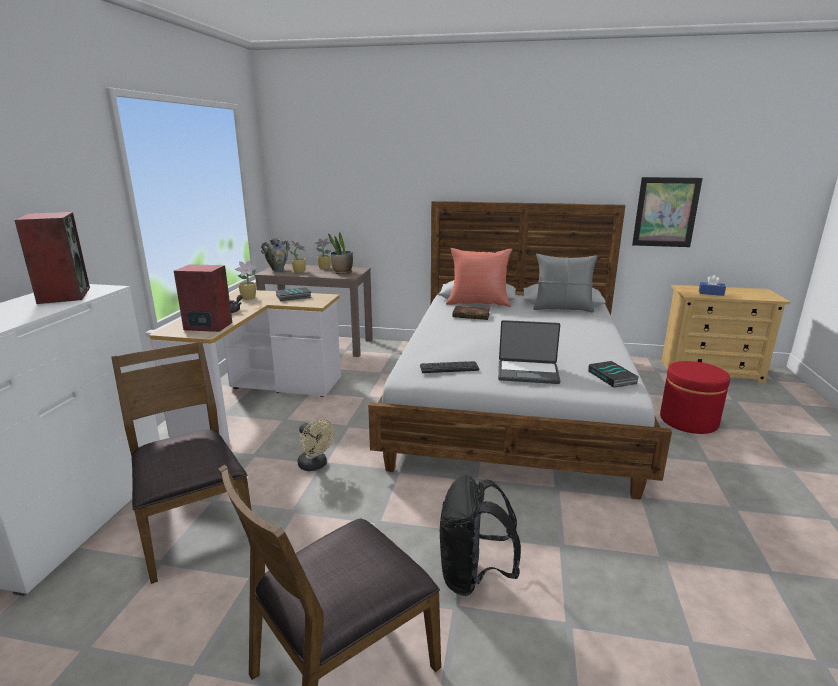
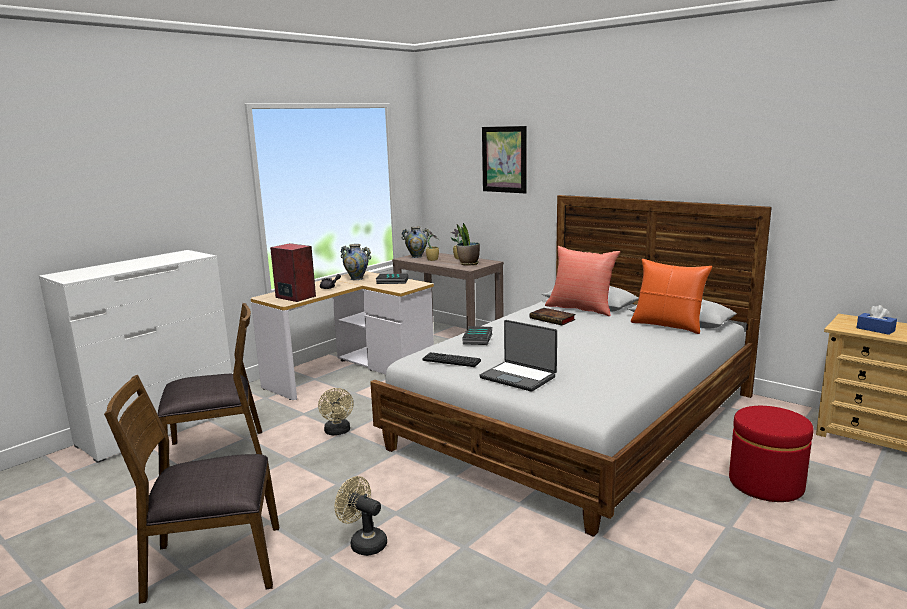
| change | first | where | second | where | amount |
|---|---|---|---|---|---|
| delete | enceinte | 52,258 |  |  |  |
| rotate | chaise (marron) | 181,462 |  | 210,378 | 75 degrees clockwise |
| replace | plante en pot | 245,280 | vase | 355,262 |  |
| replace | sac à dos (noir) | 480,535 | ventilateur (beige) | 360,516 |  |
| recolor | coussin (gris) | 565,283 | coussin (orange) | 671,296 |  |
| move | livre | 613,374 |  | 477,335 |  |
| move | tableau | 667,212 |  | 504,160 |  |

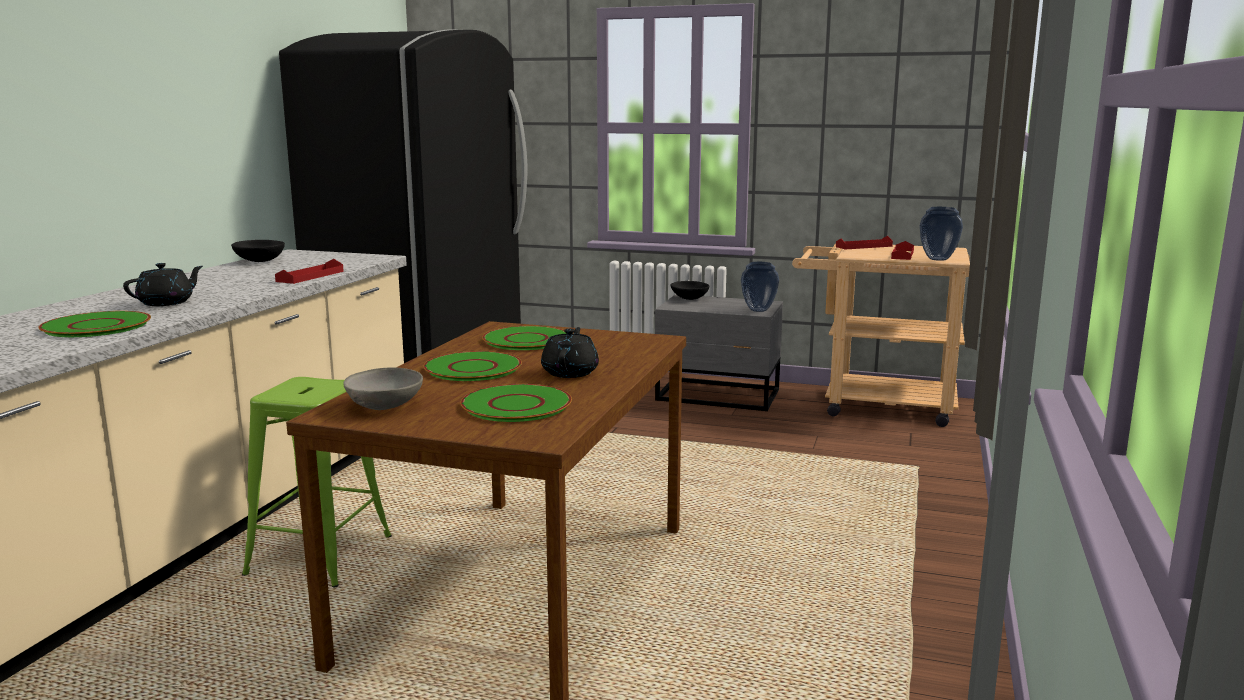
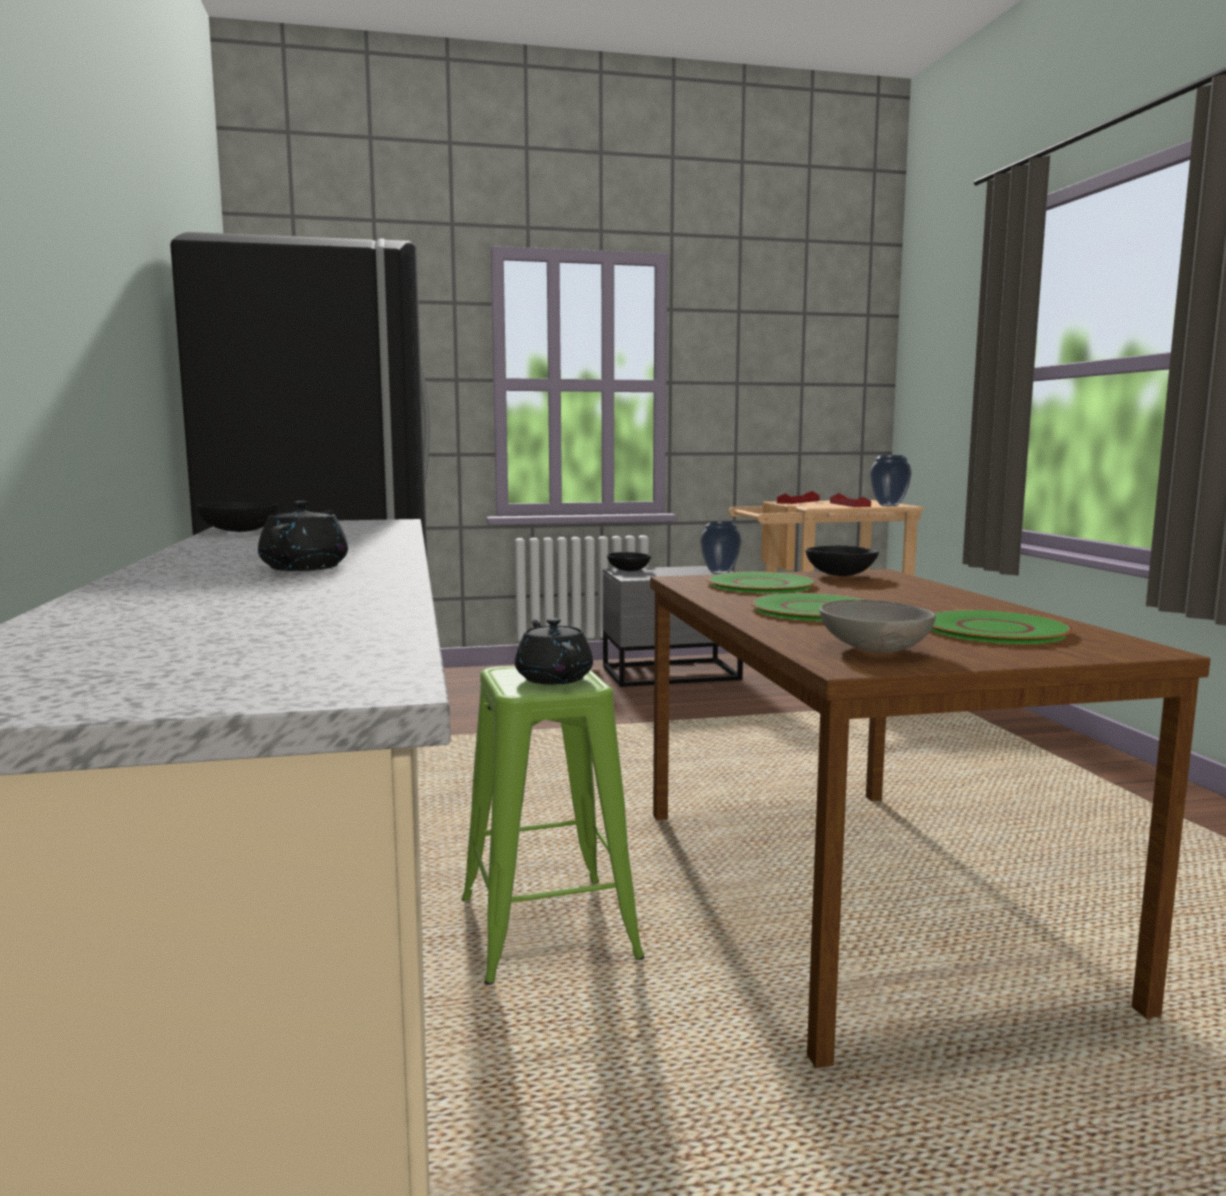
| change | first | where | second | where | amount |
|---|---|---|---|---|---|
| delete | assiette (vert) | 94,324 |  |  |  |
| delete | plateau (rouge) | 309,271 |  |  |  |
| move | théière (noir) | 570,352 |  | 554,651 |  |
| insert |  |  | bol (noir) | 842,560 |  |

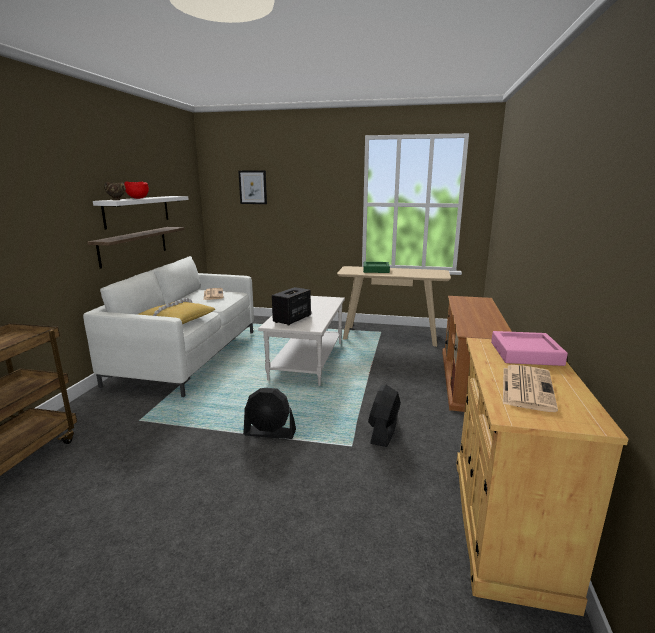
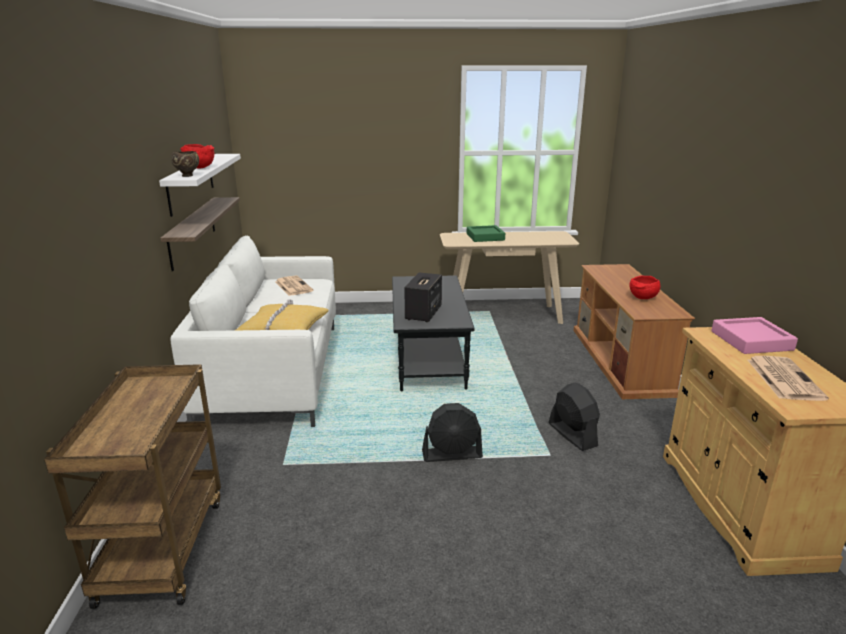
| change | first | where | second | where | amount |
|---|---|---|---|---|---|
| delete | tableau | 252,187 |  |  |  |
| recolor | table basse (blanc) | 301,341 | table basse (noir) | 433,333 |  |
| rotate | ventilateur (noir) | 384,415 |  | 574,417 | 150 degrees clockwise |
| insert |  |  | bol (rouge) | 644,287 |  |

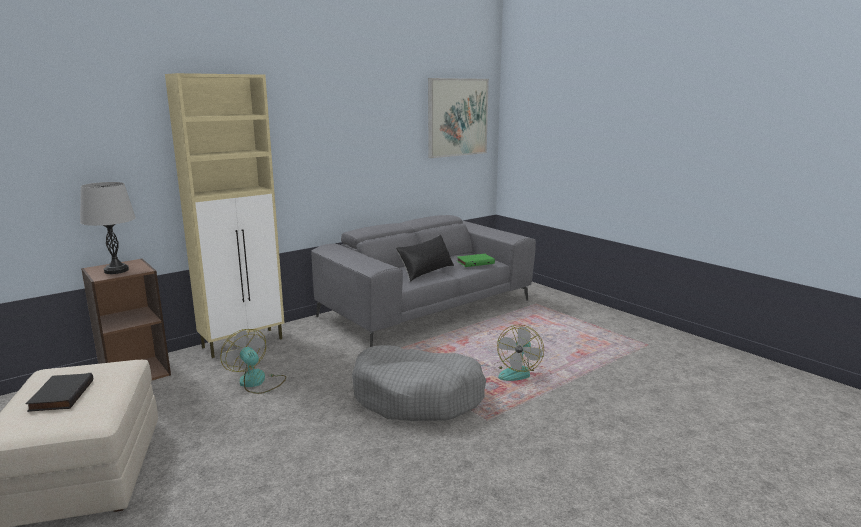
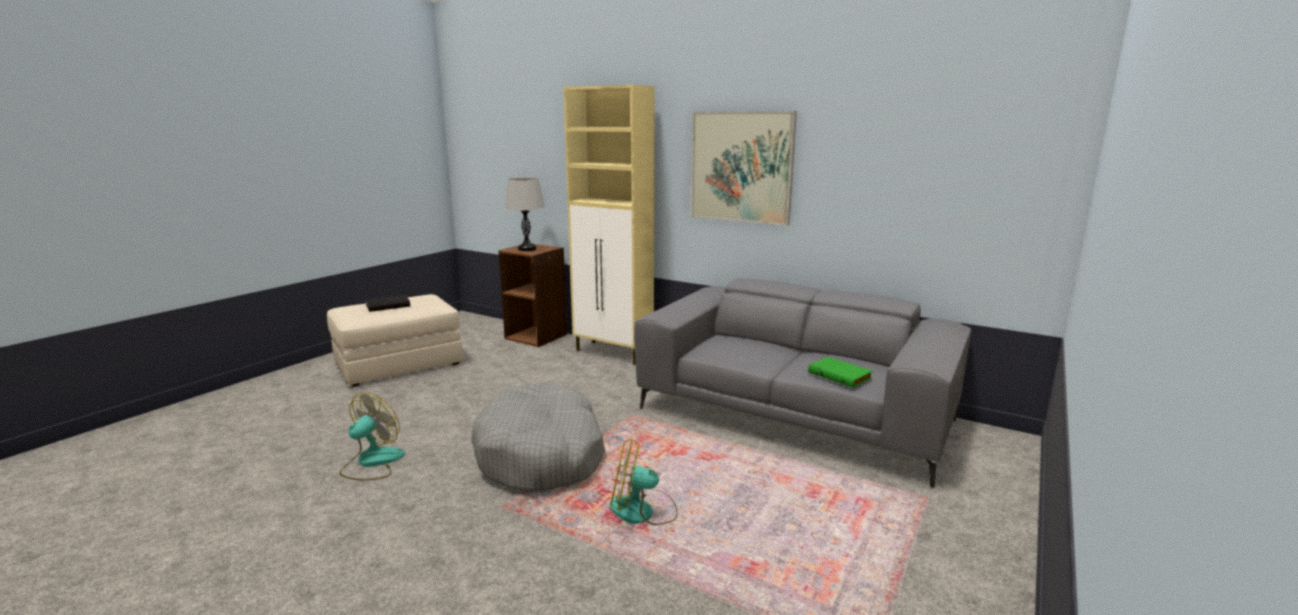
| change | first | where | second | where | amount |
|---|---|---|---|---|---|
| move | ventilateur | 253,361 |  | 372,437 |  |
| delete | coussin (noir) | 425,258 |  |  |  |
| move | tableau | 458,118 |  | 743,168 |  |

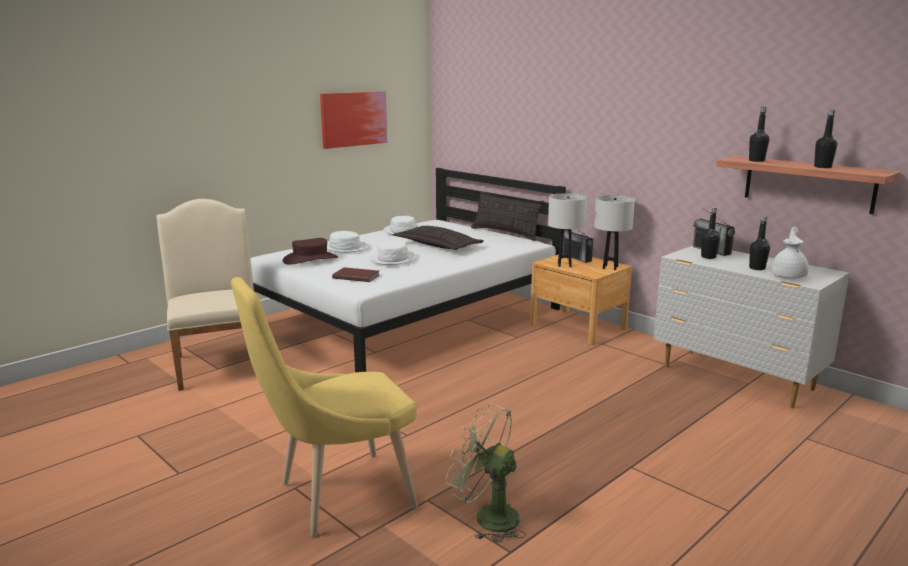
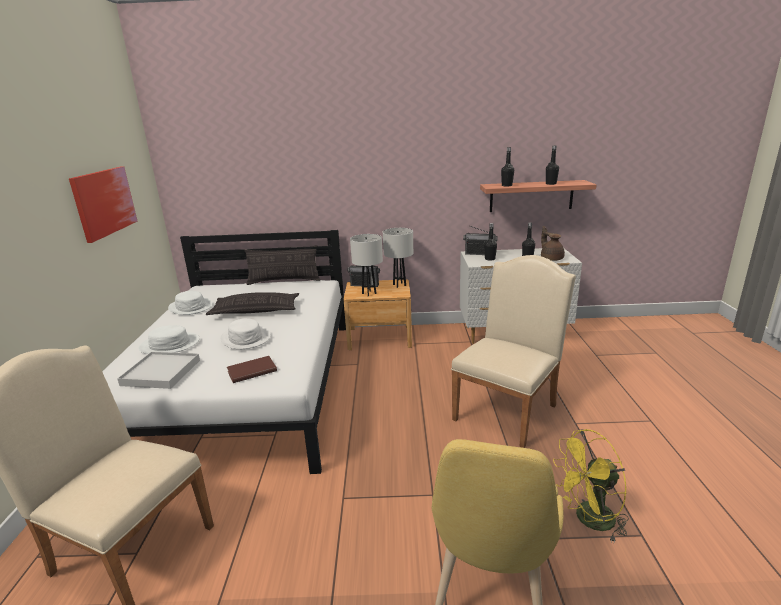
| change | first | where | second | where | amount |
|---|---|---|---|---|---|
| replace | chapeau (marron) | 310,251 | plateau (blanc) | 158,370 |  |
| recolor | ventilateur (vert) | 486,473 | ventilateur (jaune) | 591,485 |  |
| recolor | théière (blanc) | 790,253 | théière (marron) | 553,243 |  |
| insert |  |  | chaise (beige) | 513,351 |  |

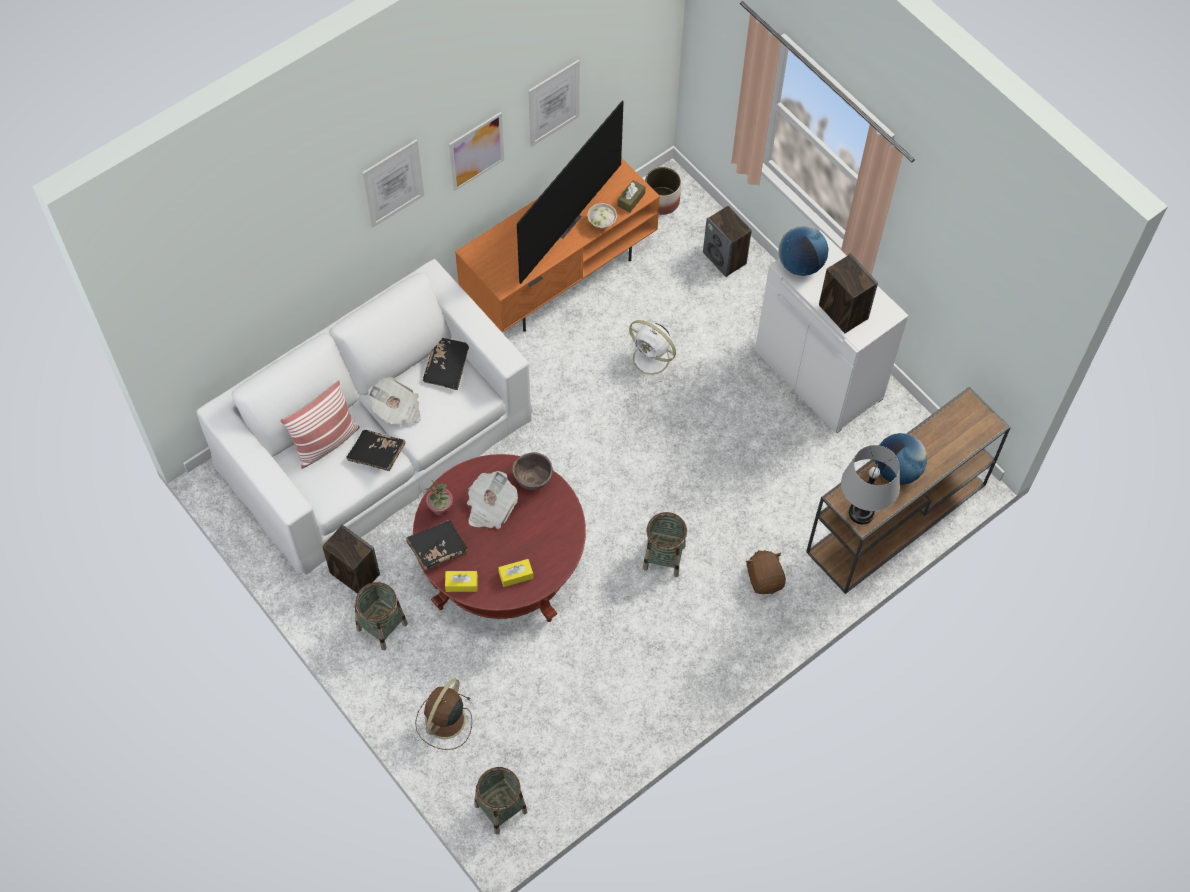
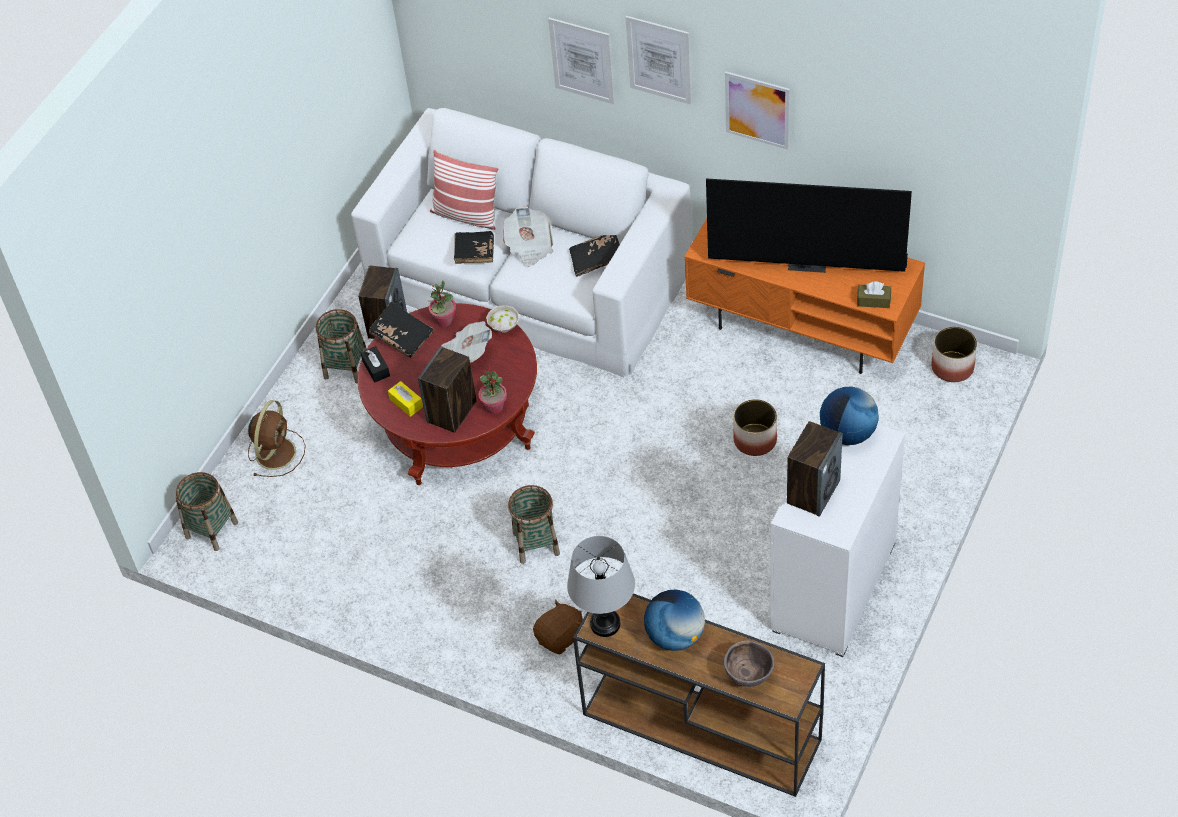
| change | first | where | second | where | amount |
|---|---|---|---|---|---|
| rotate | ventilateur (marron) | 443,714 |  | 277,438 | 105 degrees clockwise |
| recolor | boîte à mouchoirs (jaune) | 461,581 | boîte à mouchoirs (noir) | 375,364 |  |
| move | bol (marron) | 532,471 |  | 749,663 |  |
| move | tableau | 554,103 |  | 581,61 |  |
| move | bol (blanc) | 602,216 |  | 502,319 |  |
| replace | ventilateur (blanc) | 652,351 | cache-pot | 755,427 |  |
| move | enceinte | 727,241 |  | 447,389 |  |
| insert |  |  | plante en pot | 492,392 |  |

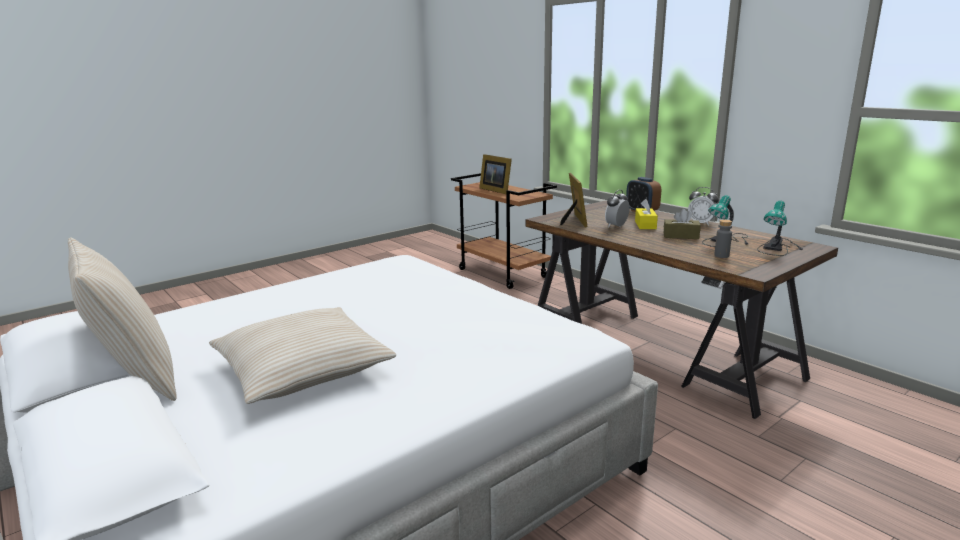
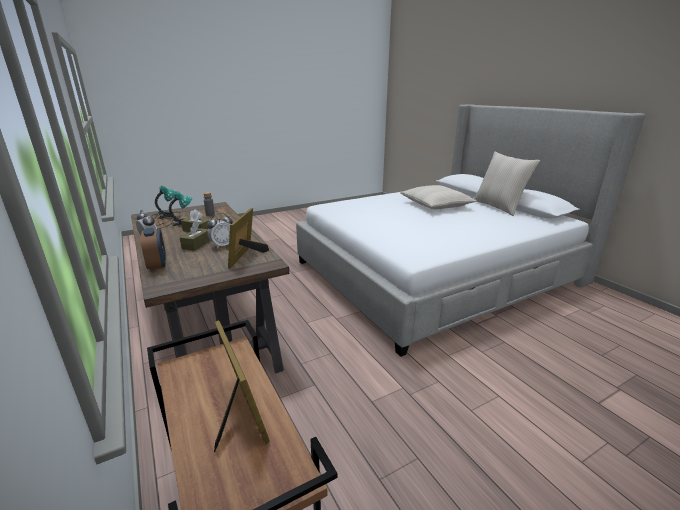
| change | first | where | second | where | amount |
|---|---|---|---|---|---|
| recolor | boîte à mouchoirs (jaune) | 646,214 | boîte à mouchoirs (marron) | 195,236 |  |

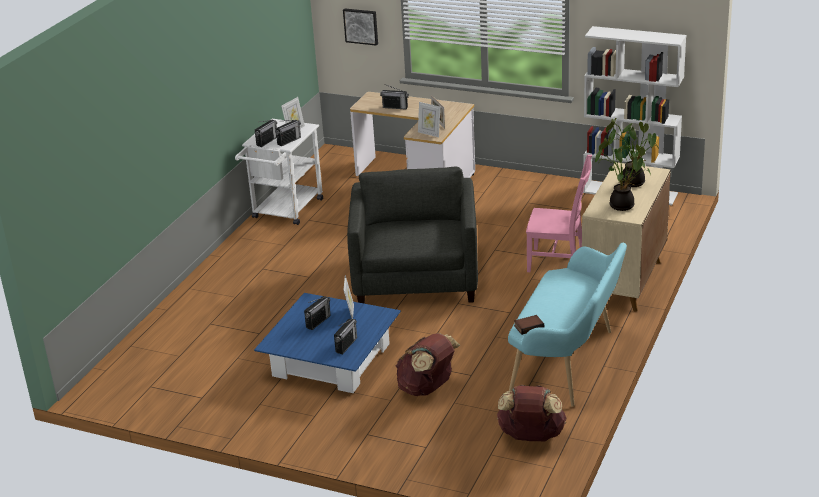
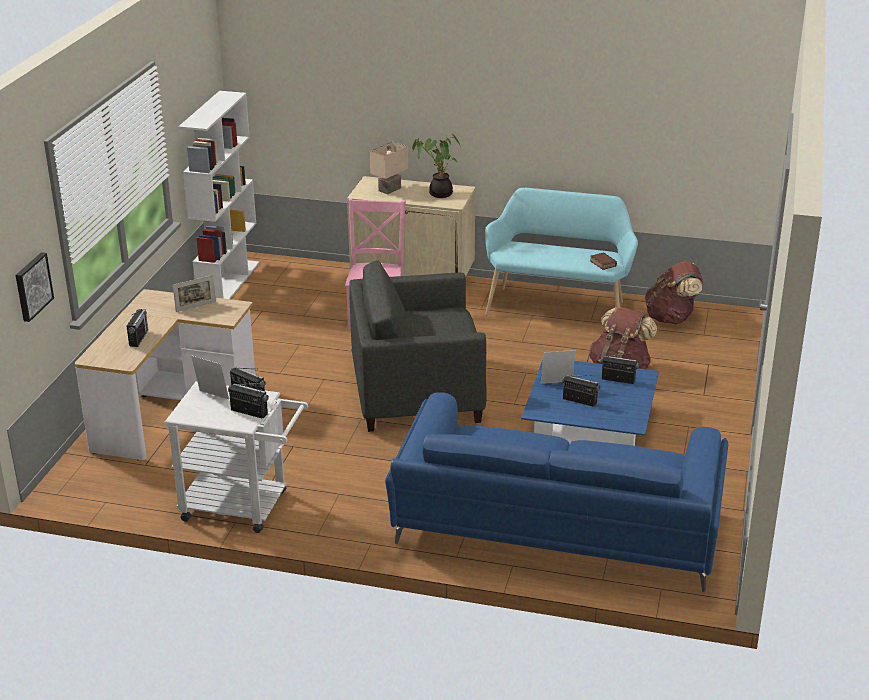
| change | first | where | second | where | amount |
|---|---|---|---|---|---|
| delete | cadre photo | 429,119 |  |  |  |
| replace | plante en pot | 632,152 | lampe de table (beige) | 389,167 |  |
| insert |  |  | canapé (bleu) | 556,492 |  |

